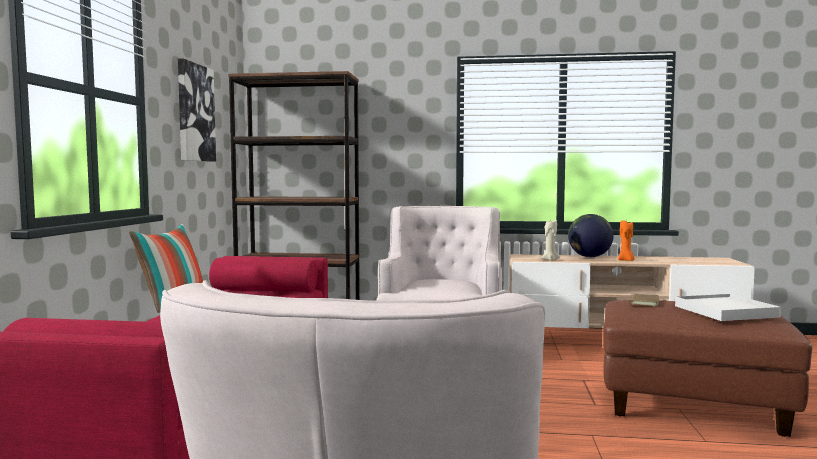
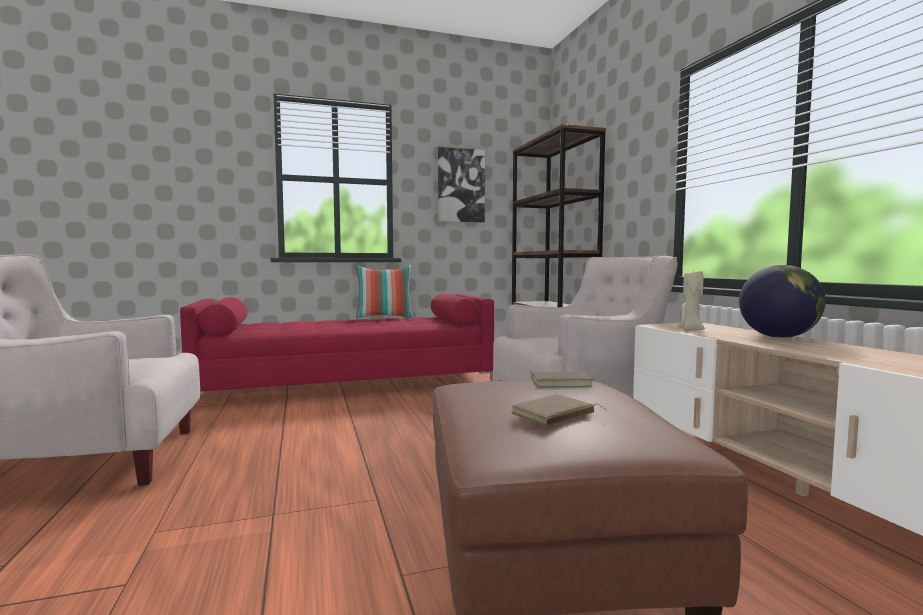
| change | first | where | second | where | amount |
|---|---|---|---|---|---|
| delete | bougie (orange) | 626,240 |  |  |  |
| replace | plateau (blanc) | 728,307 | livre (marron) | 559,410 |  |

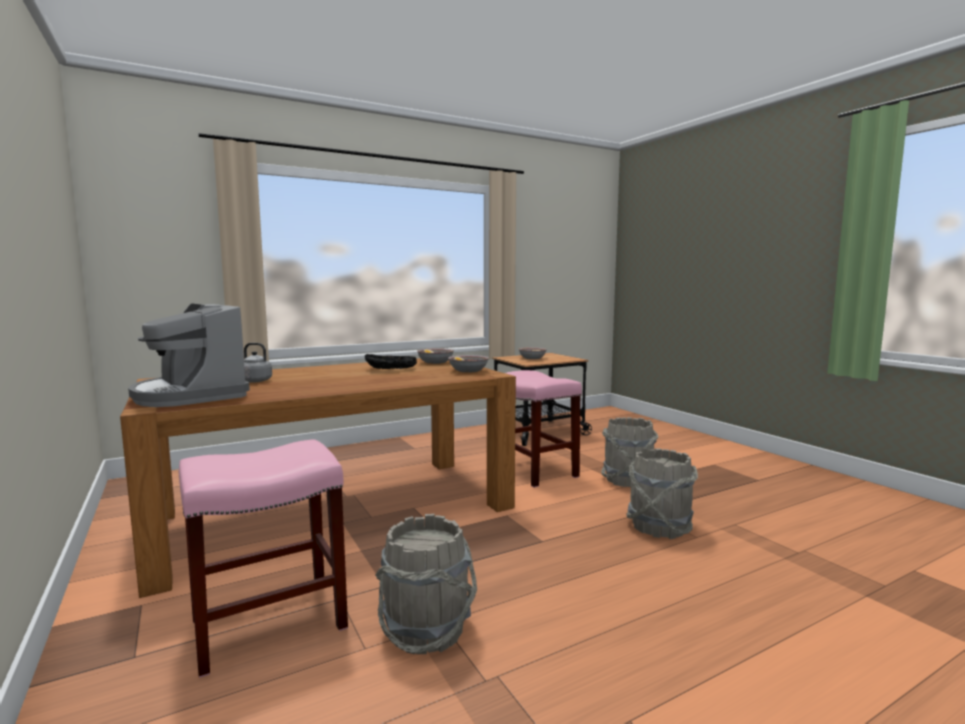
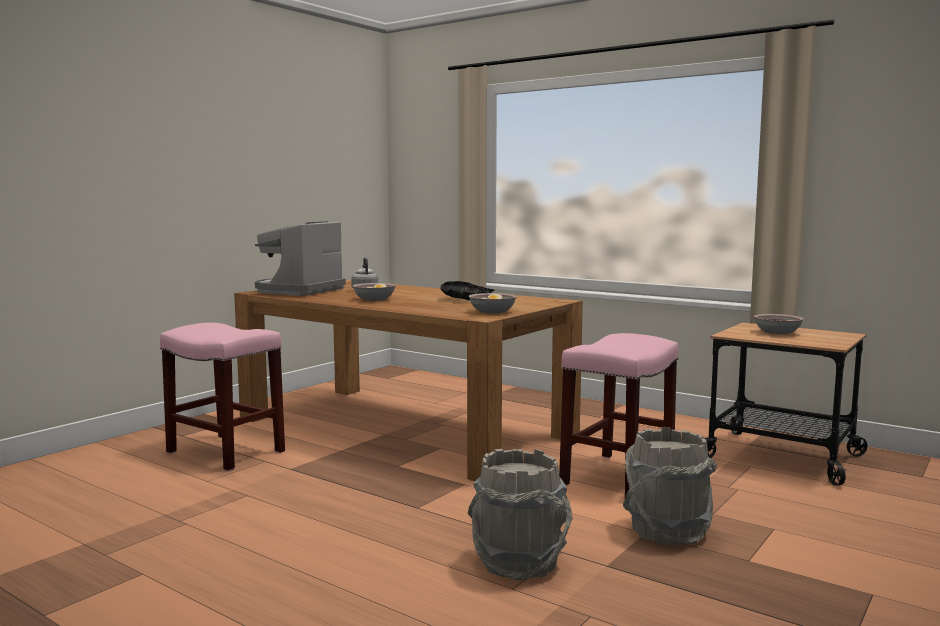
| change | first | where | second | where | amount |
|---|---|---|---|---|---|
| delete | seau (gris) | 426,584 |  |  |  |
| move | bol | 435,356 |  | 374,292 |  |

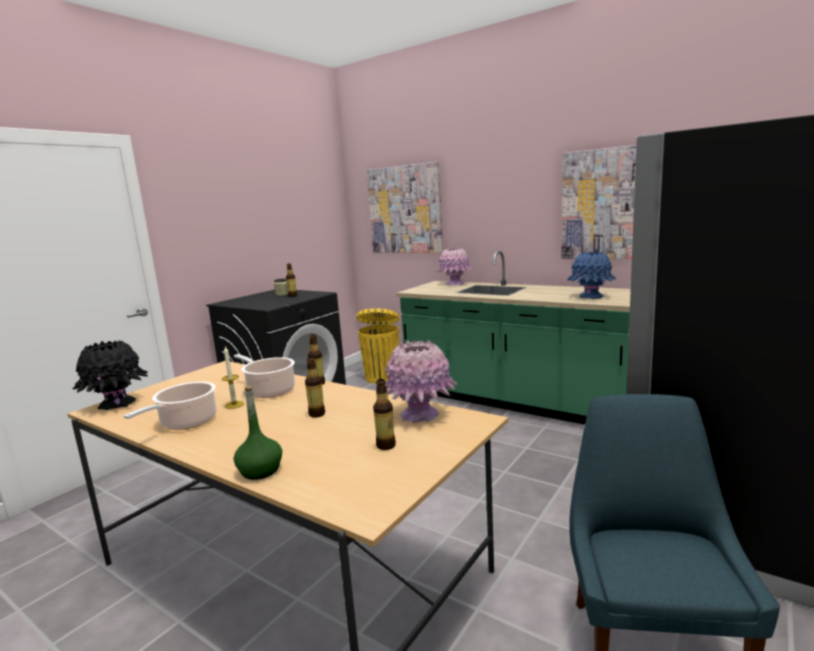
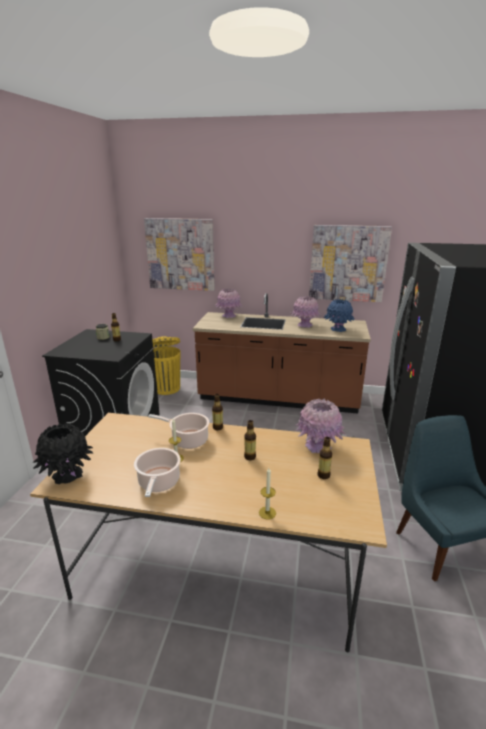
| change | first | where | second | where | amount |
|---|---|---|---|---|---|
| replace | bouteille (vert) | 258,433 | bougie | 267,493 |  |
| recolor | comptoir de cuisine (vert) | 513,338 | comptoir de cuisine (marron) | 282,353 |  |
| insert |  |  | vase (rose) | 306,312 |  |

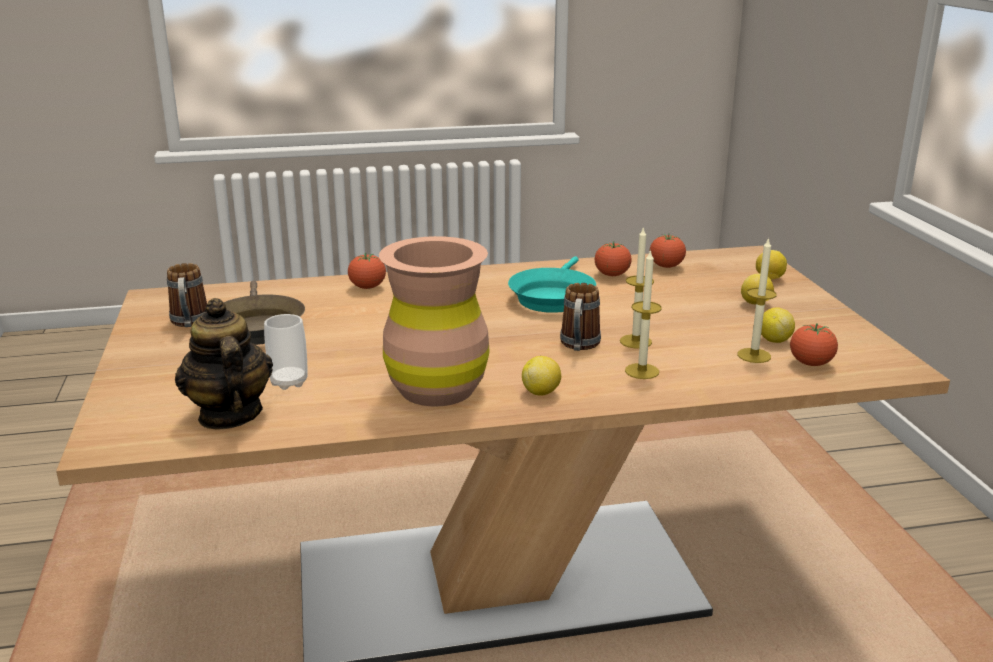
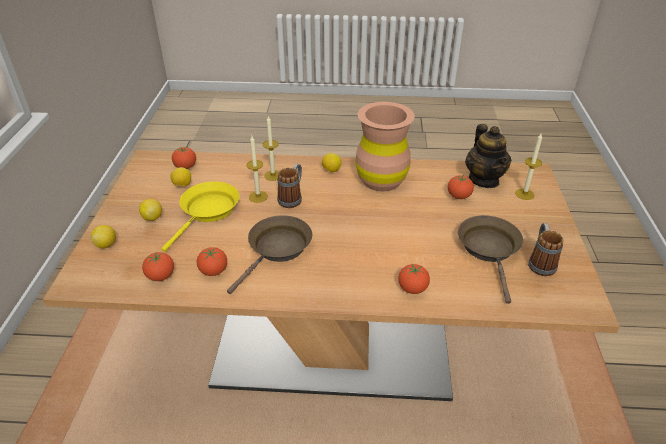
| change | first | where | second | where | amount |
|---|---|---|---|---|---|
| replace | tasse | 286,352 | tomate | 461,187 |  |
| recolor | poêle (turquoise) | 552,284 | poêle (marron) | 269,254 |  |
| move | bougie | 757,300 |  | 528,166 |  |
| insert |  |  | poêle (jaune) | 200,216 |  |

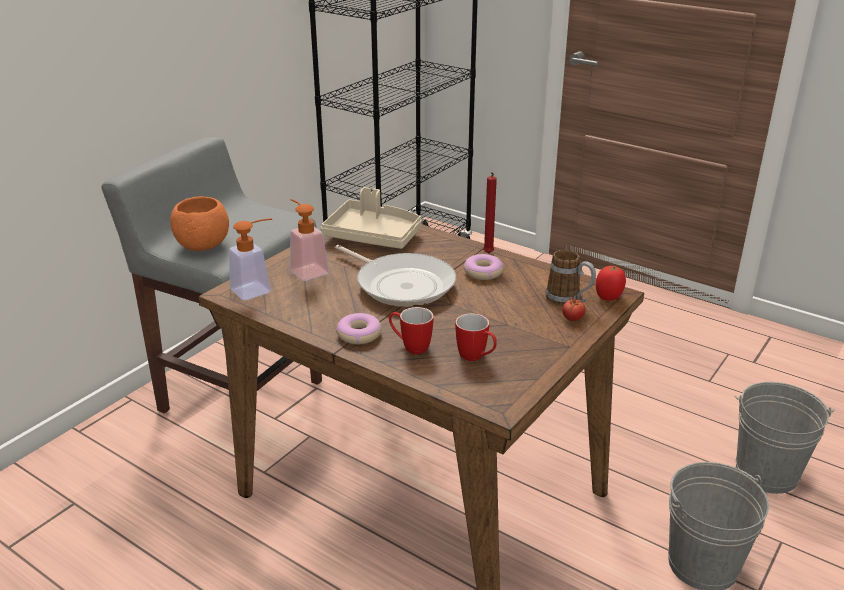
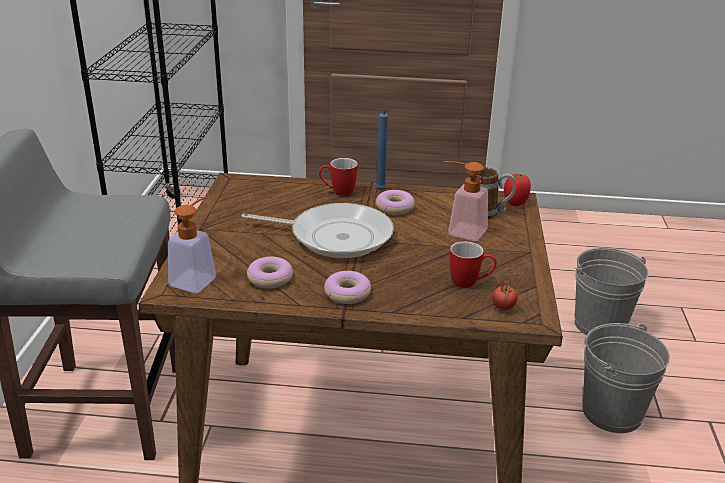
| change | first | where | second | where | amount |
|---|---|---|---|---|---|
| delete | bol (orange) | 199,224 |  |  |  |
| move | distributeur de savon | 309,240 |  | 466,201 |  |
| delete | plateau (beige) | 371,218 |  |  |  |
| move | mug | 411,330 |  | 338,177 |  |
| recolor | bougie (rouge) | 490,213 | bougie (bleu) | 382,149 |  |
| move | tomate | 574,307 |  | 505,295 |  |
| insert |  |  | beignet | 270,273 |  |

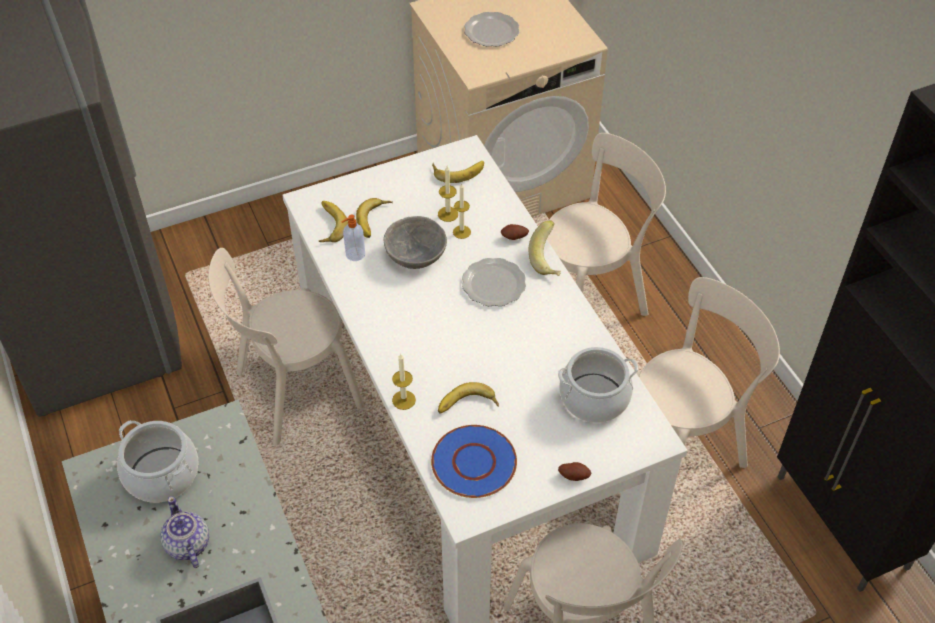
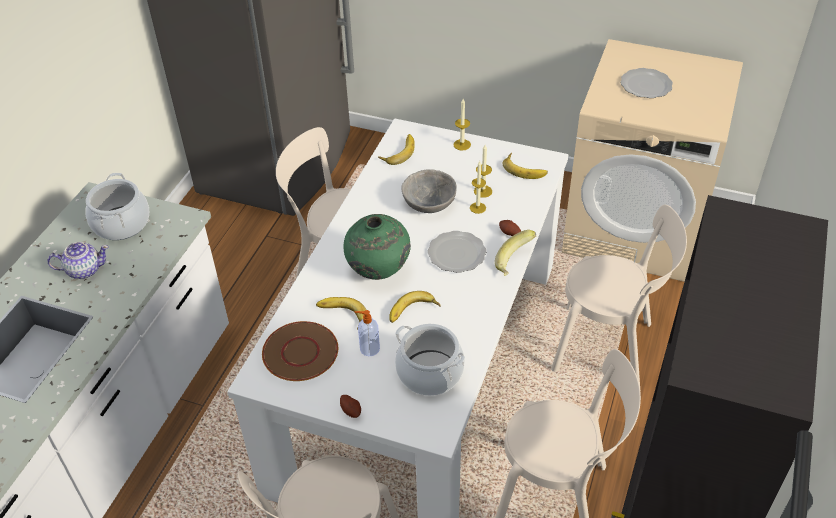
| change | first | where | second | where | amount |
|---|---|---|---|---|---|
| rotate | théière | 184,532 |  | 78,260 | 60 degrees clockwise |
| move | distributeur de savon | 353,237 |  | 367,333 |  |
| move | banane | 374,218 |  | 415,307 |  |
| move | bougie | 404,381 |  | 462,125 |  |
| recolor | assiette (bleu) | 474,461 | assiette (marron) | 300,351 |  |
| insert |  |  | vase (vert) | 377,247 |  |

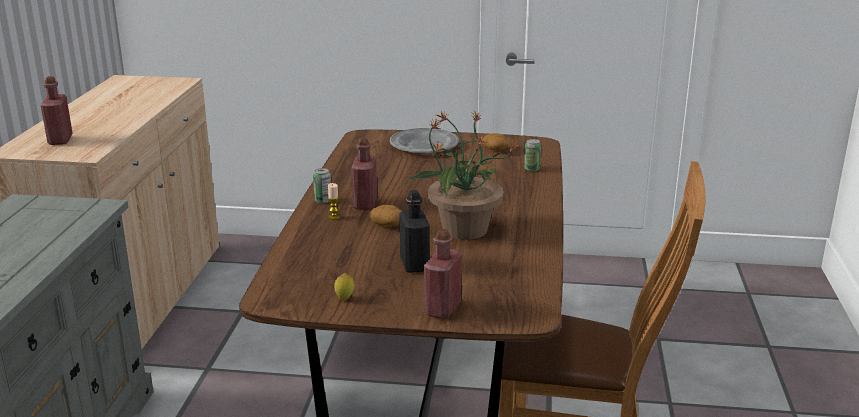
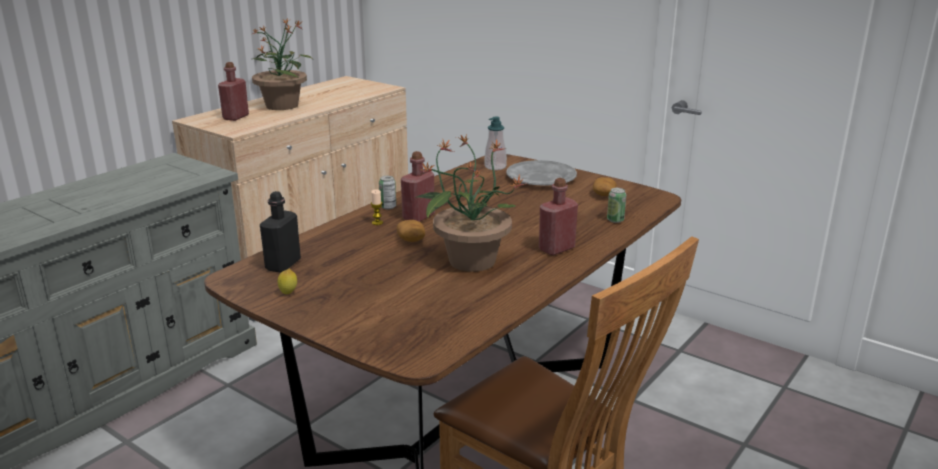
| change | first | where | second | where | amount |
|---|---|---|---|---|---|
| move | bouteille (noir) | 414,231 |  | 280,232 |  |
| move | bouteille (rouge) | 443,274 |  | 558,217 |  |
| insert |  |  | plante en pot | 282,64 |  |
| insert |  |  | distributeur de savon | 496,143 |  |

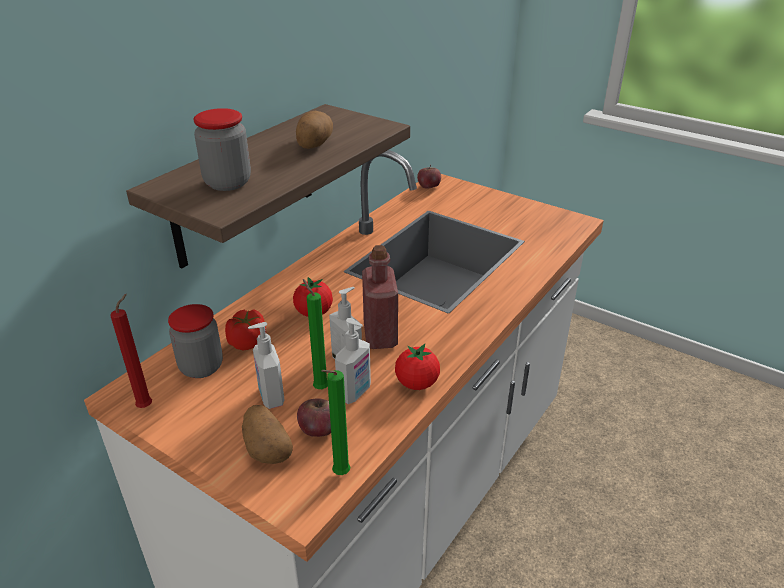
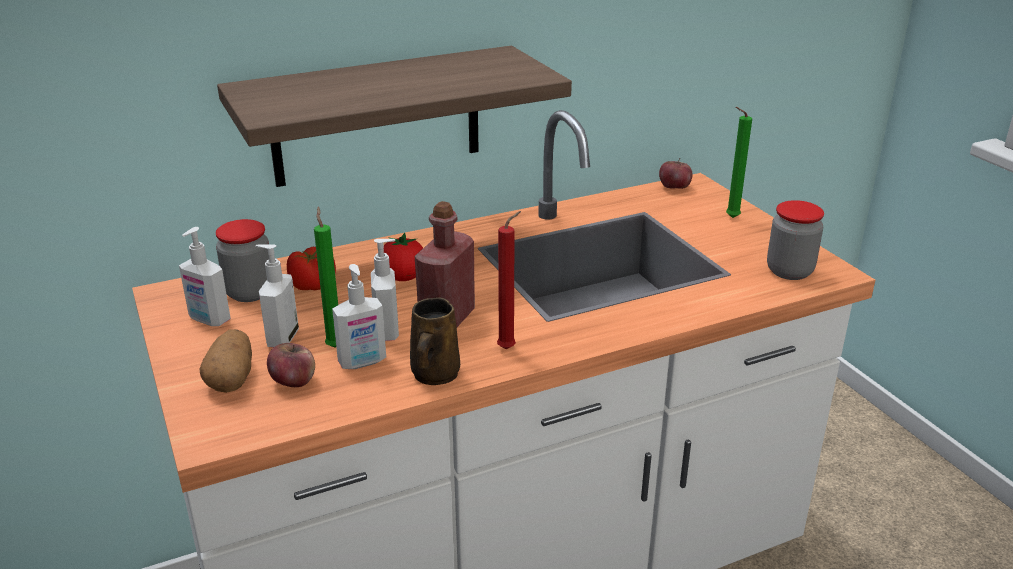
| change | first | where | second | where | amount |
|---|---|---|---|---|---|
| move | bougie (rouge) | 131,351 |  | 509,280 |  |
| move | bocal | 222,149 |  | 795,240 |  |
| delete | pomme de terre | 314,130 |  |  |  |
| move | bougie (vert) | 335,422 |  | 739,162 |  |
| replace | tomate | 417,367 | mug (marron) | 435,341 |  |
| insert |  |  | distributeur de savon | 205,276 |  |

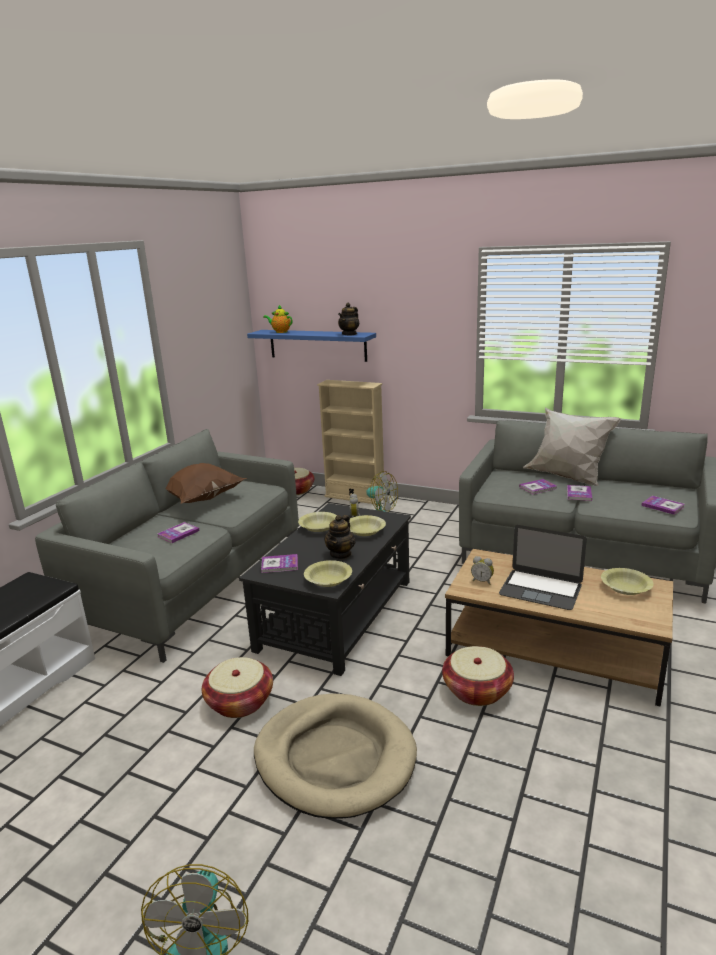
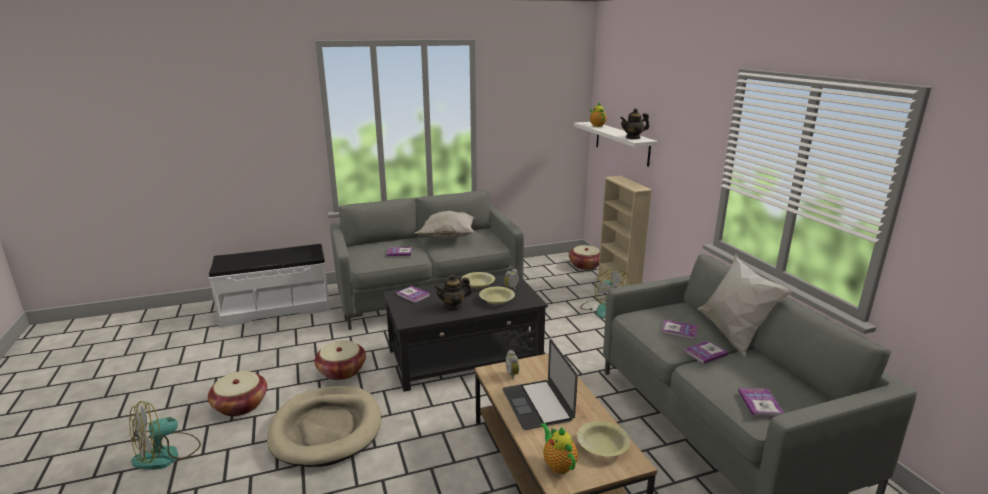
| change | first | where | second | where | amount |
|---|---|---|---|---|---|
| recolor | coussin (marron) | 206,483 | coussin (blanc) | 445,225 |  |
| recolor | étagère (bleu) | 311,346 | étagère (blanc) | 616,144 |  |
| delete | bol (jaune) | 328,573 |  |  |  |
| move | panier | 478,676 |  | 237,393 |  |
| insert |  |  | théière | 559,448 |  |

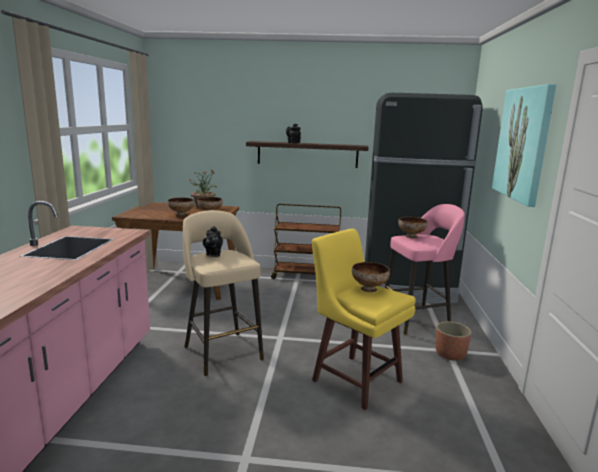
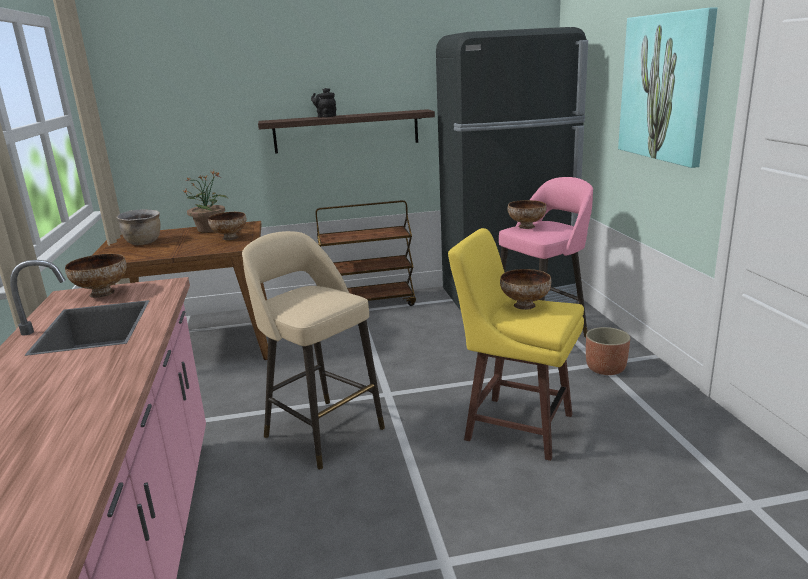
| change | first | where | second | where | amount |
|---|---|---|---|---|---|
| move | bol | 181,206 |  | 96,276 |  |
| delete | théière (noir) | 213,241 |  |  |  |
| insert |  |  | marmite (marron) | 138,227 |  |

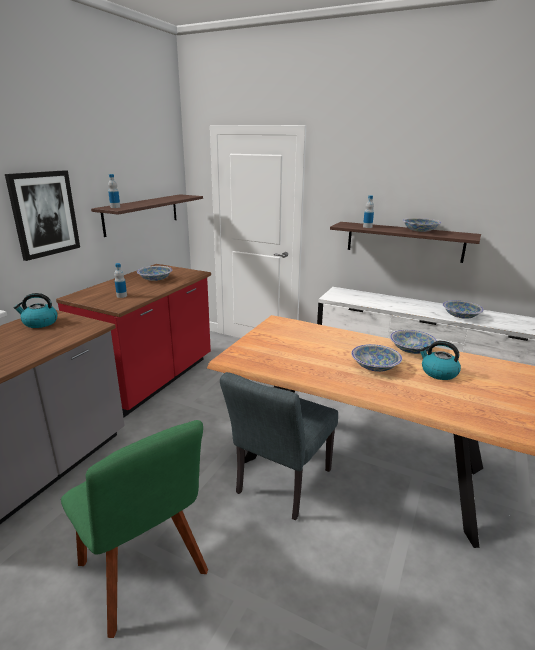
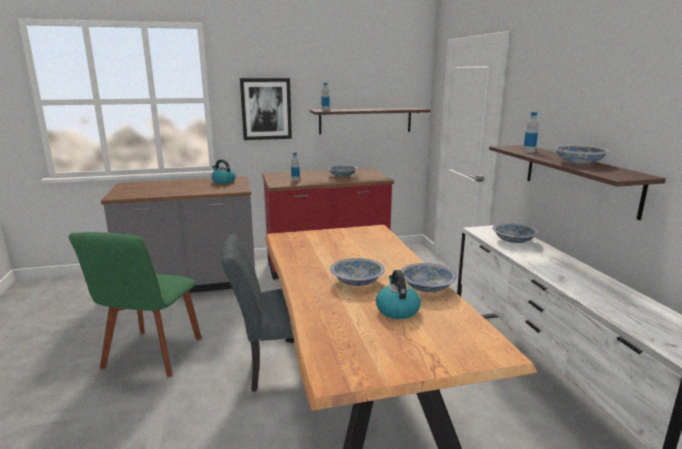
| change | first | where | second | where | amount |
|---|---|---|---|---|---|
| move | bol | 463,309 |  | 515,233 |  |

